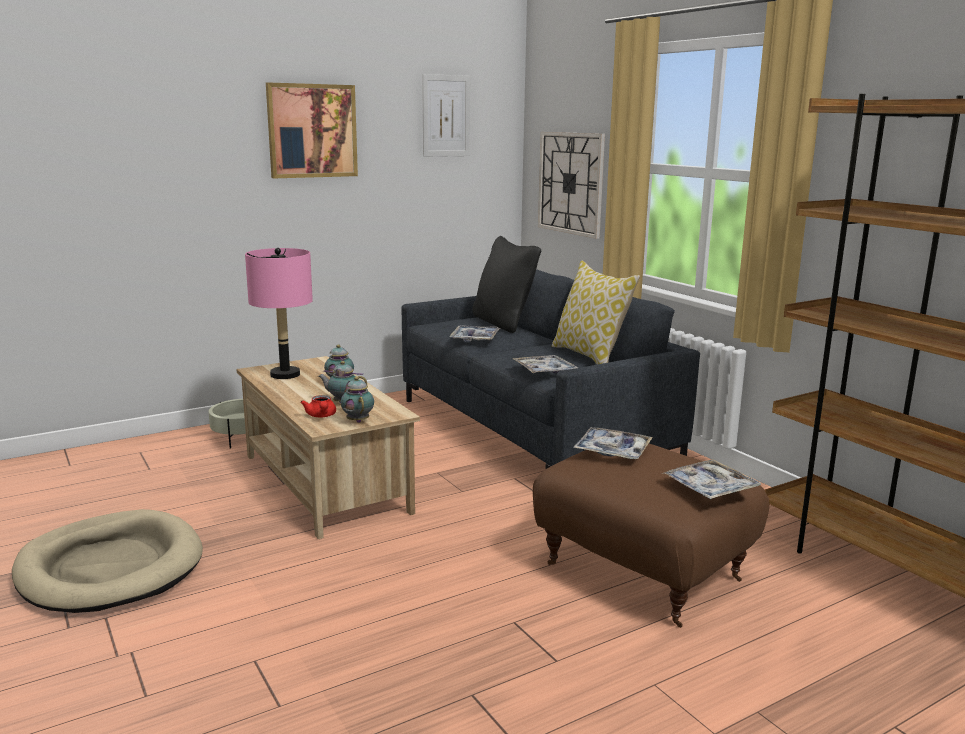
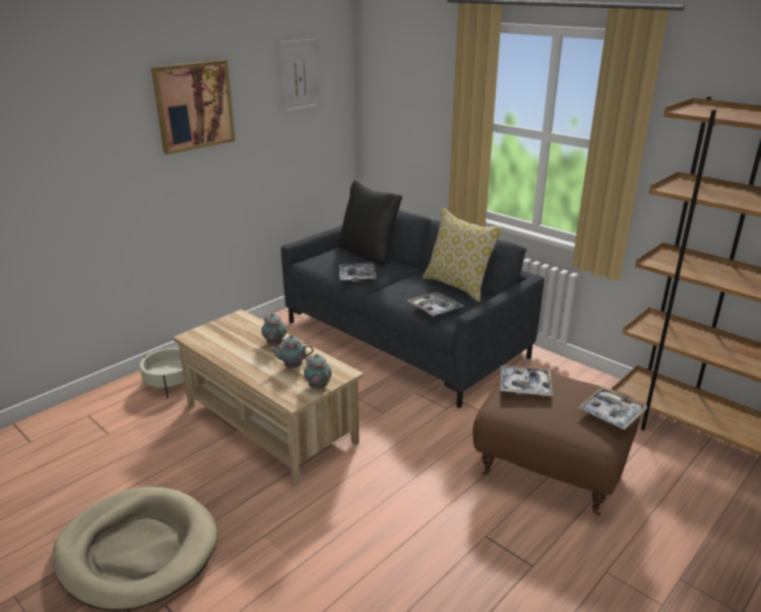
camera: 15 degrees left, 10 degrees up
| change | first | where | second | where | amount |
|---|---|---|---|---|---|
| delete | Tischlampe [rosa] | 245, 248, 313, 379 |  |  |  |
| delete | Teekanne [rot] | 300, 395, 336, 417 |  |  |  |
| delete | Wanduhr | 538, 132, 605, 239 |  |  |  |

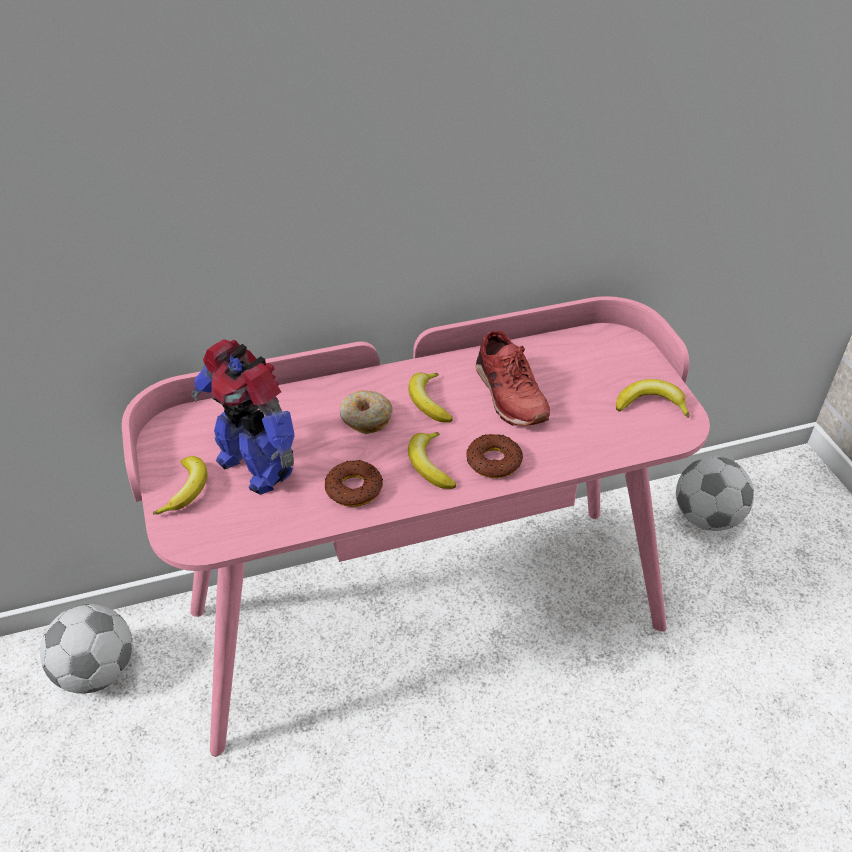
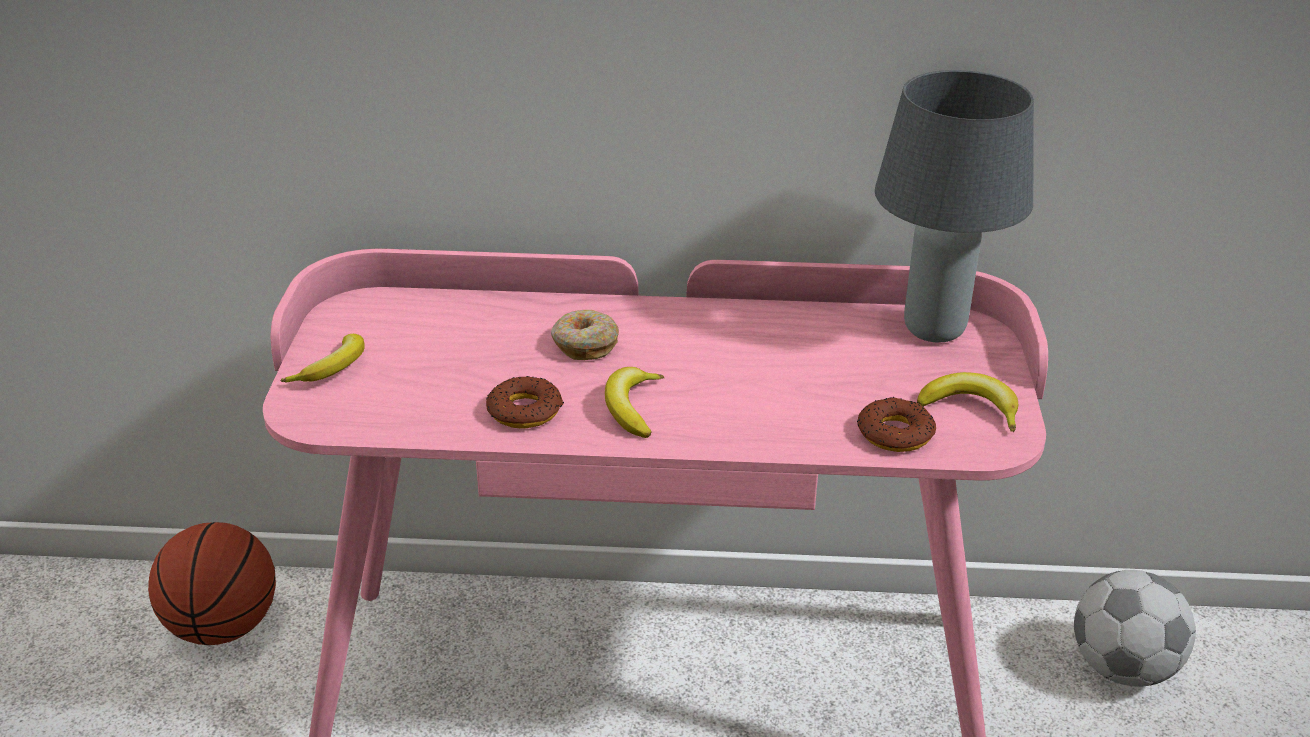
camera: 20 degrees right, 10 degrees down
| change | first | where | second | where | amount |
|---|---|---|---|---|---|
| replace | Fußball | 40, 604, 133, 694 | Basketball | 148, 522, 276, 645 |  |
| delete | Spielzeugroboter | 191, 339, 295, 495 |  |  |  |
| delete | Banane | 408, 373, 453, 423 |  |  |  |
| move | Donut | 466, 434, 523, 478 |  | 857, 397, 936, 452 |  |
| delete | Schuh [rot] | 476, 331, 550, 426 |  |  |  |
| insert |  |  | Tischlampe [grau] | 875, 70, 1034, 342 |  |

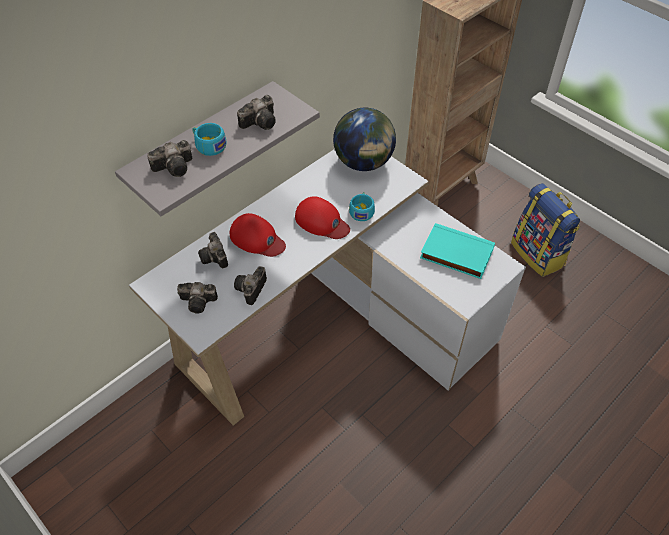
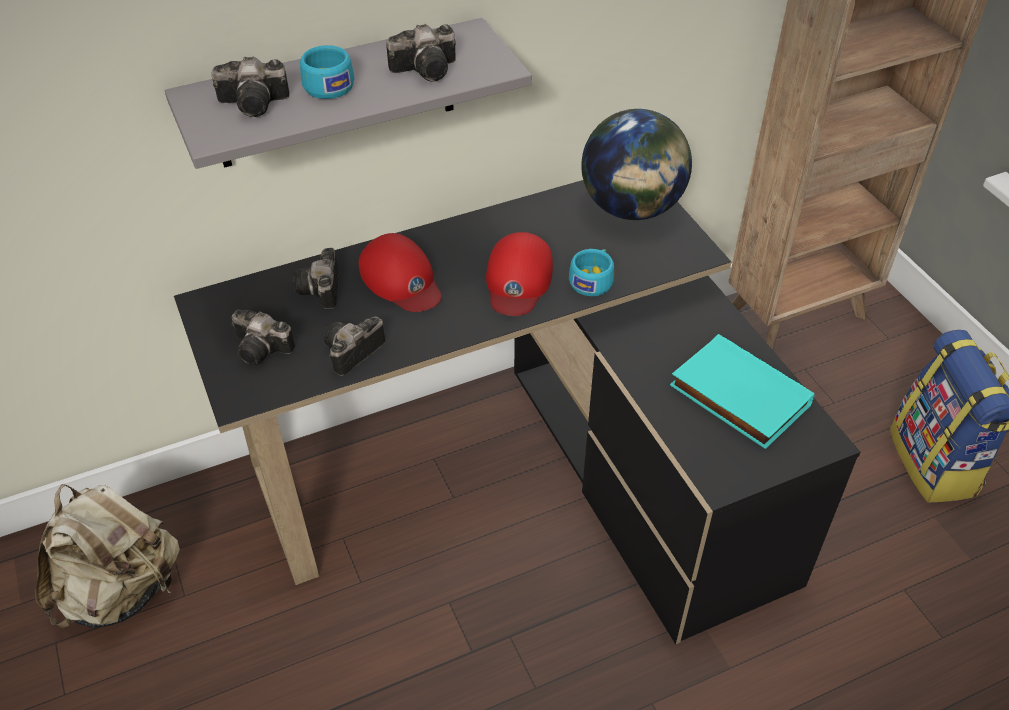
camera: 20 degrees right, 5 degrees down
| change | first | where | second | where | amount |
|---|---|---|---|---|---|
| recolor | Schreibtisch [weiß] | 129, 149, 526, 426 | Schreibtisch [schwarz] | 174, 180, 860, 644 |  |
| rotate | Kappe [rot] | 295, 196, 350, 239 |  | 486, 232, 553, 316 | 45 degrees clockwise |
| insert |  |  | Rucksack [beige] | 35, 484, 180, 628 |  |

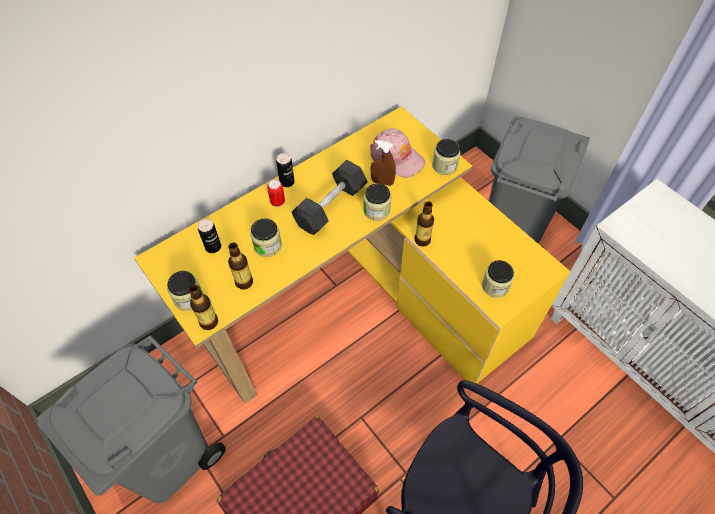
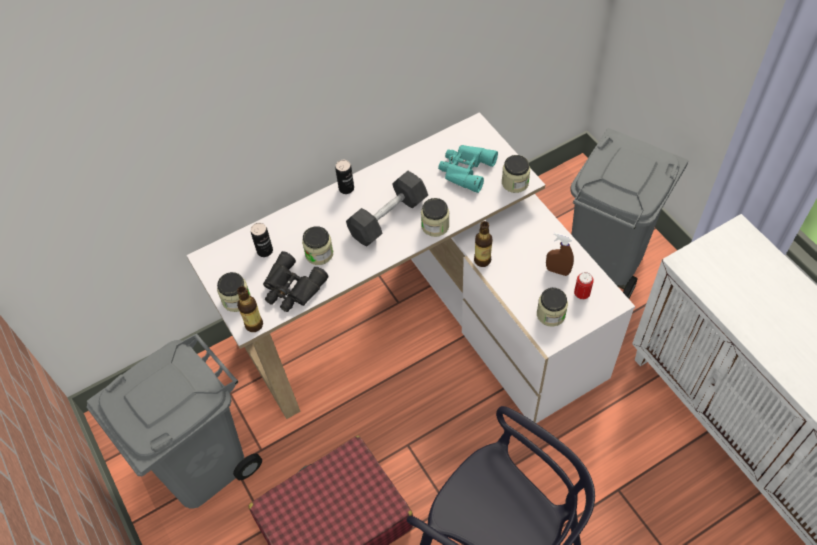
camera: 10 degrees right, 0 degrees up
| change | first | where | second | where | amount |
|---|---|---|---|---|---|
| recolor | Schreibtisch [gelb] | 134, 106, 571, 404 | Schreibtisch [weiß] | 186, 112, 635, 423 |  |
| replace | Flasche | 228, 243, 253, 290 | Fernglas [schwarz] | 263, 251, 328, 312 |  |
| move | Dose | 267, 179, 285, 207 |  | 574, 272, 594, 300 |  |
| replace | Kappe [rosa] | 370, 128, 425, 178 | Fernglas [türkis] | 438, 145, 498, 193 |  |
| move | Sprühflasche [braun] | 371, 140, 396, 186 |  | 546, 232, 574, 276 |  |

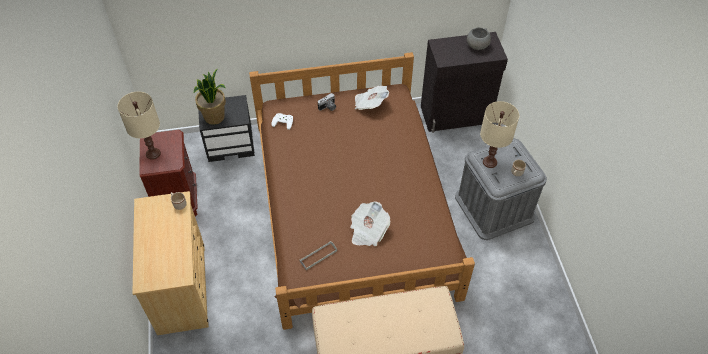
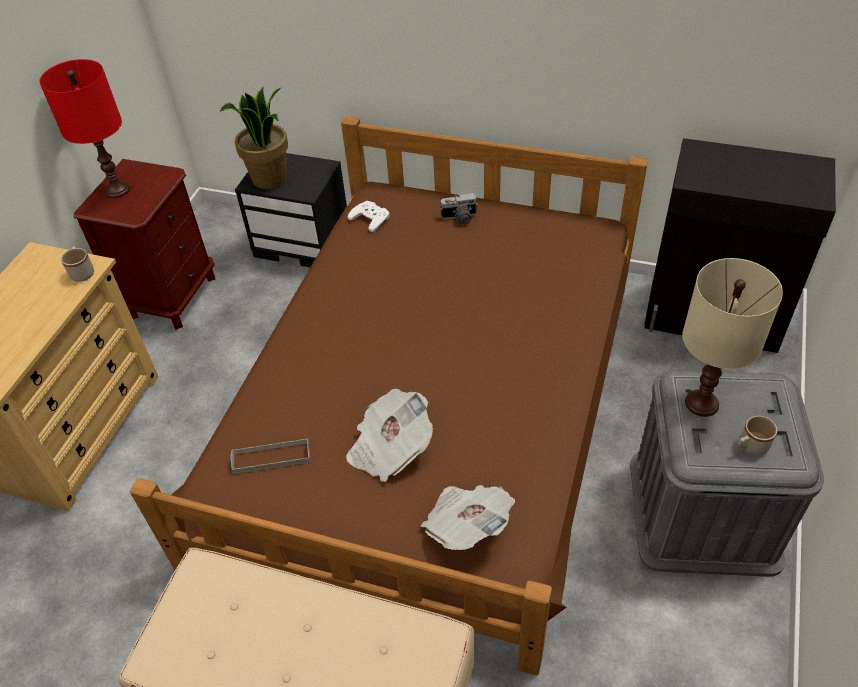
camera: 30 degrees right, 5 degrees down
| change | first | where | second | where | amount |
|---|---|---|---|---|---|
| recolor | Tischlampe [beige] | 117, 92, 161, 160 | Tischlampe [rot] | 39, 59, 130, 198 |  |
| move | Zeitung | 355, 86, 389, 110 |  | 421, 485, 515, 550 |  |
| delete | Schüssel [grau] | 467, 28, 491, 50 |  |  |  |

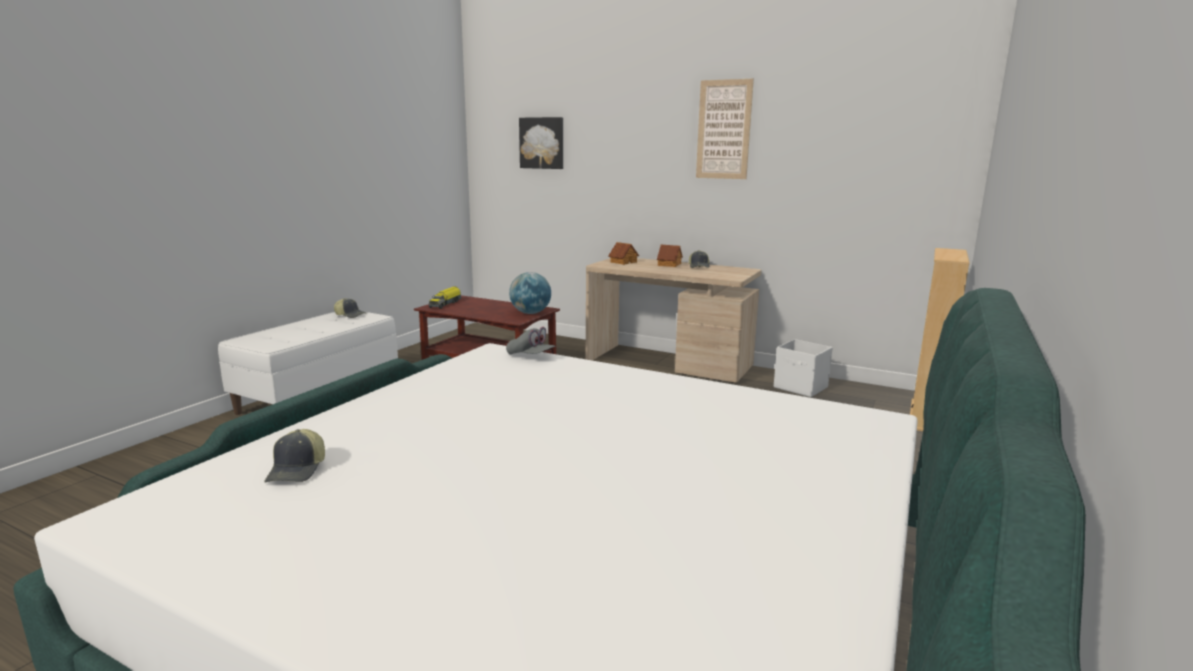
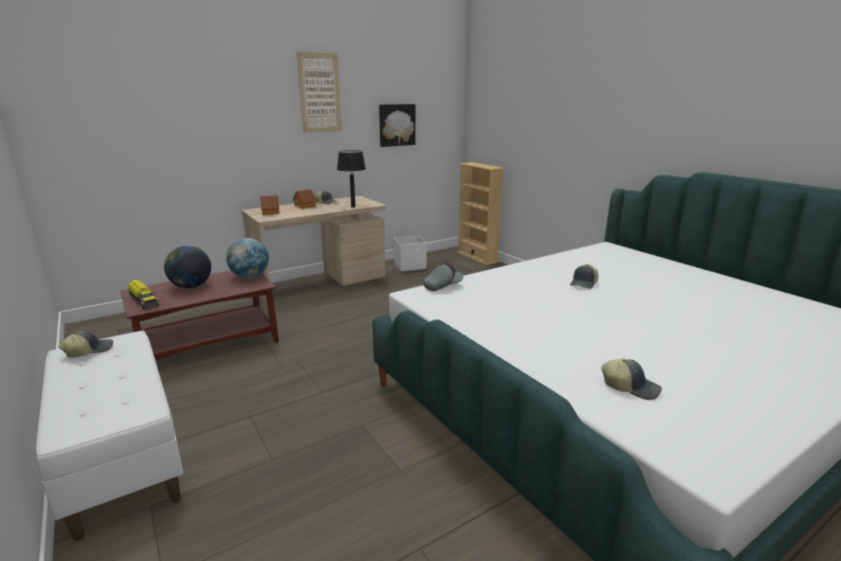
camera: 60 degrees left, 5 degrees up
| change | first | where | second | where | amount |
|---|---|---|---|---|---|
| move | Bild | 519, 117, 563, 169 |  | 379, 104, 416, 147 |  |
| insert |  |  | Globus | 164, 246, 211, 288 |  |
| insert |  |  | Tischlampe [schwarz] | 337, 150, 366, 207 |  |
| insert |  |  | Kappe | 570, 264, 598, 289 |  |

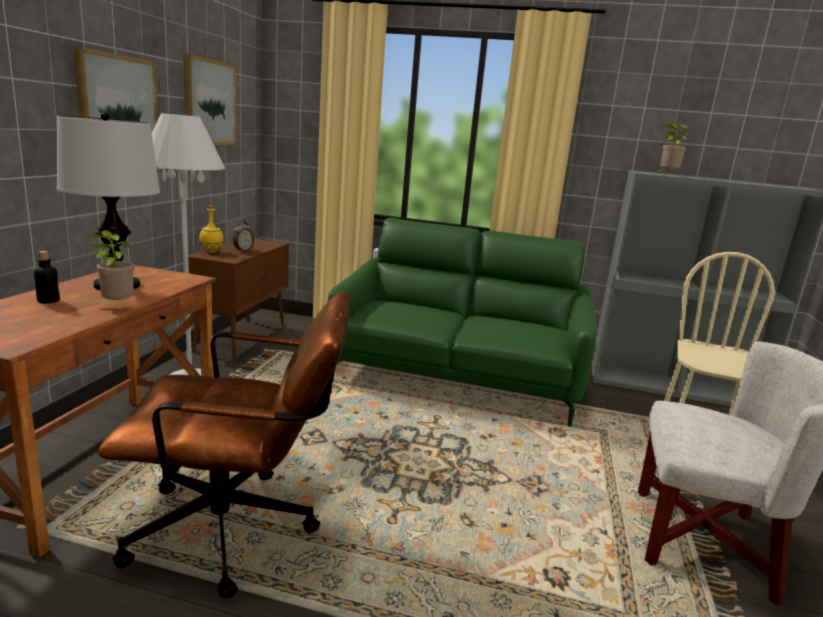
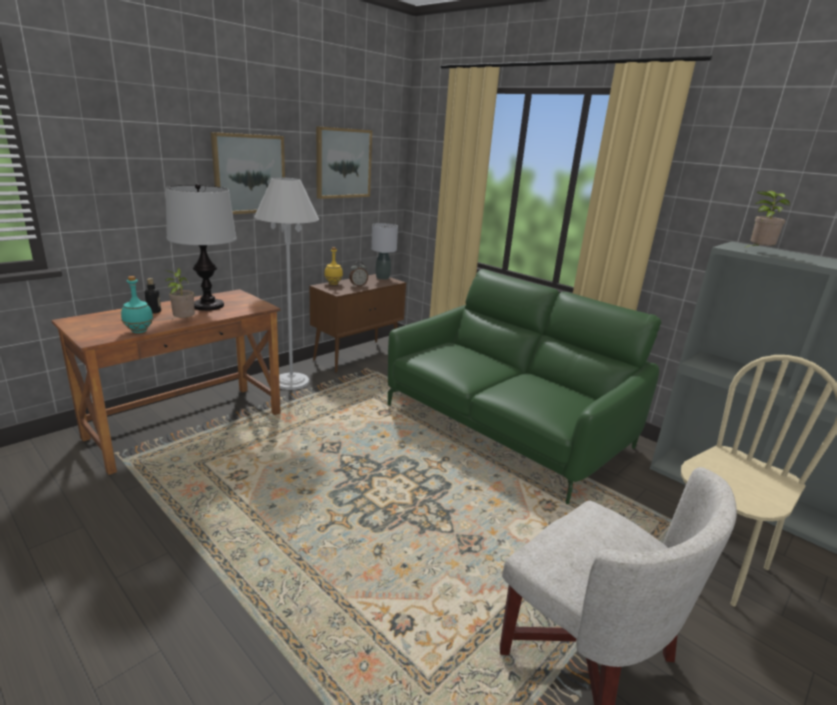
camera: 30 degrees right, 5 degrees up
| change | first | where | second | where | amount |
|---|---|---|---|---|---|
| delete | Bürostuhl [braun] | 98, 291, 350, 598 |  |  |  |
| insert |  |  | Flasche [türkis] | 121, 276, 153, 333 |  |
| insert |  |  | Tischlampe [grau] | 371, 223, 398, 280 |  |

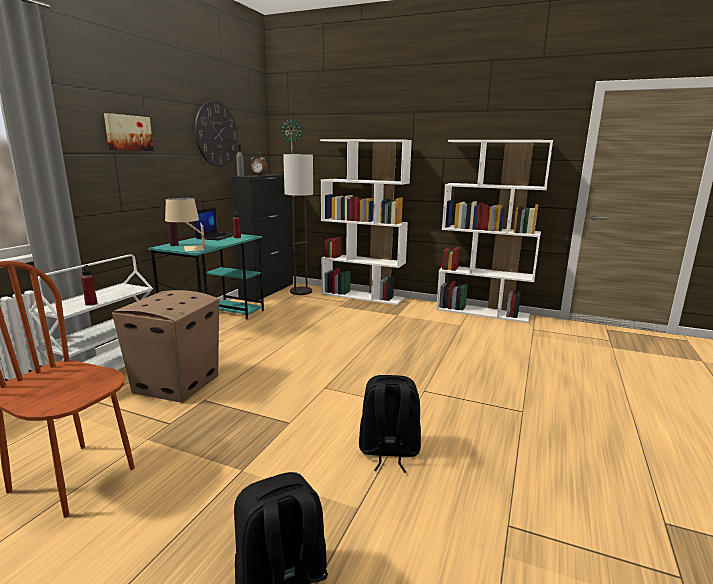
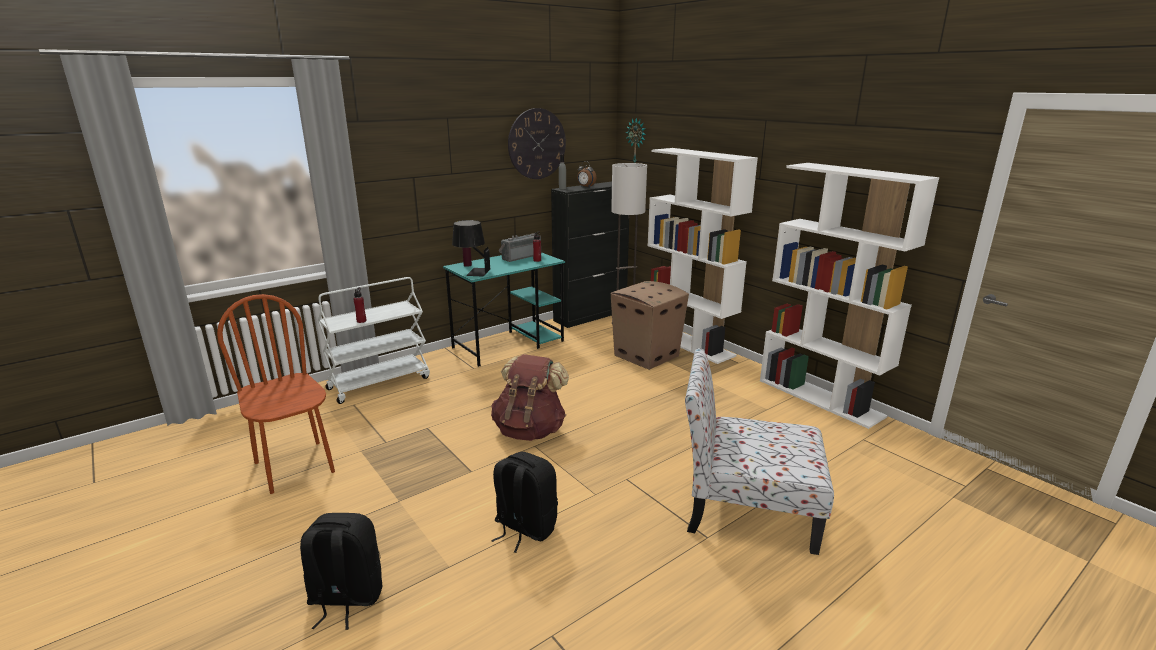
camera: 30 degrees right, 5 degrees up
| change | first | where | second | where | amount |
|---|---|---|---|---|---|
| delete | Bild | 104, 113, 153, 151 |  |  |  |
| move | Karton | 112, 290, 219, 403 |  | 611, 281, 689, 370 |  |
| recolor | Tischlampe [beige] | 165, 198, 205, 251 | Tischlampe [schwarz] | 452, 220, 491, 277 |  |
| replace | Laptop | 194, 208, 233, 240 | Radio | 499, 233, 541, 262 |  |
| insert |  |  | Rucksack [braun] | 491, 354, 569, 441 |  |
| insert |  |  | Stuhl | 685, 348, 834, 555 |  |

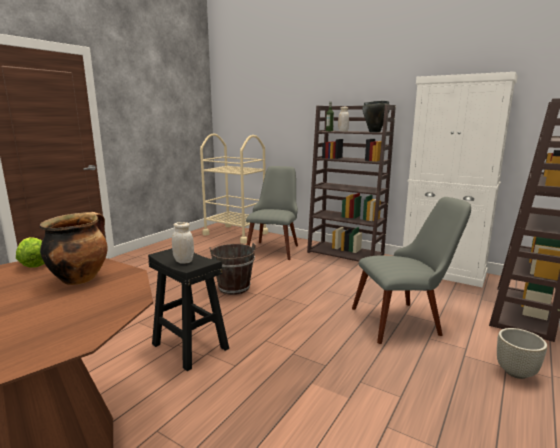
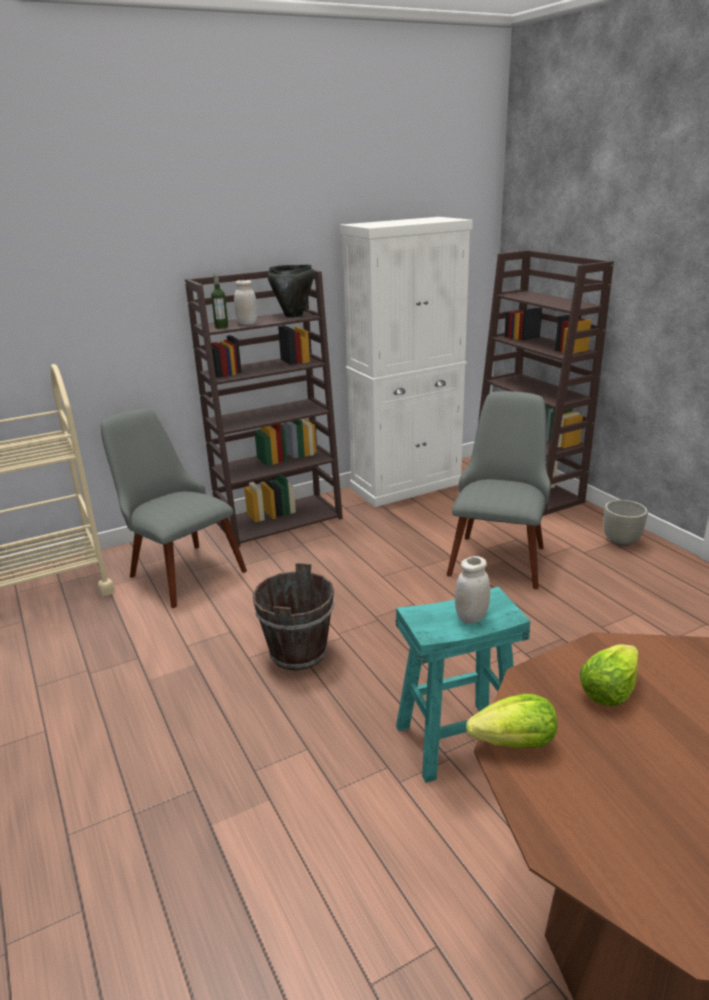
camera: 60 degrees left, 10 degrees up
| change | first | where | second | where | amount |
|---|---|---|---|---|---|
| replace | Kochtopf | 40, 212, 108, 285 | Salatkopf | 580, 644, 639, 706 |  |
| recolor | Hocker [schwarz] | 148, 248, 229, 371 | Hocker [türkis] | 396, 586, 530, 783 |  |

